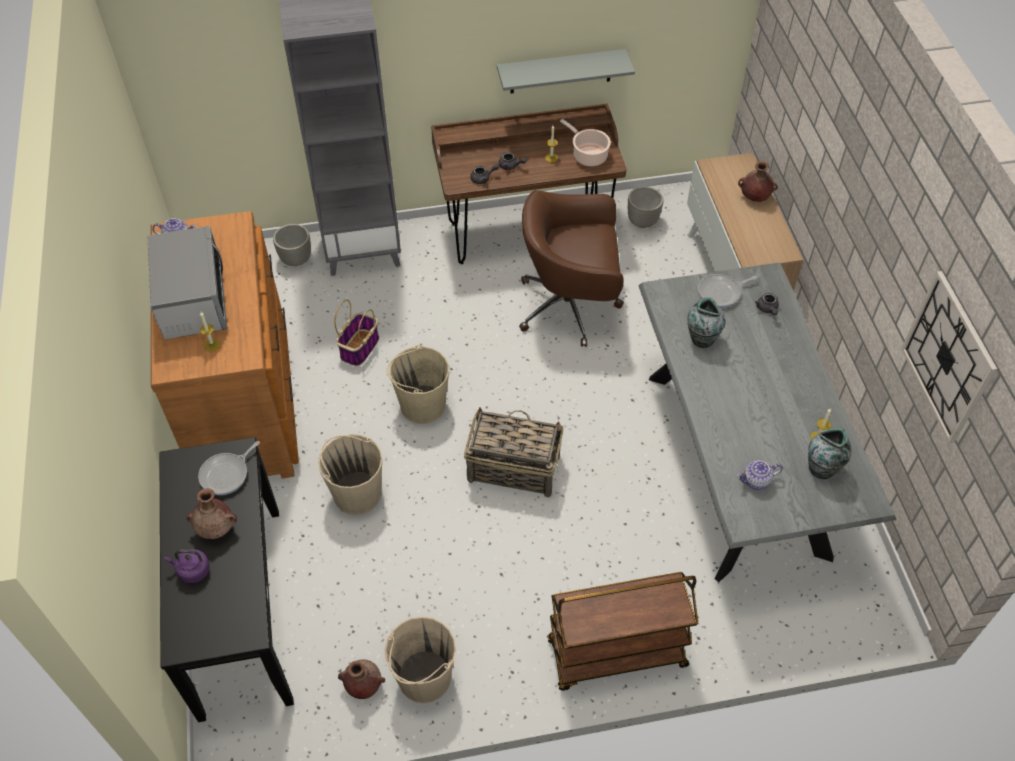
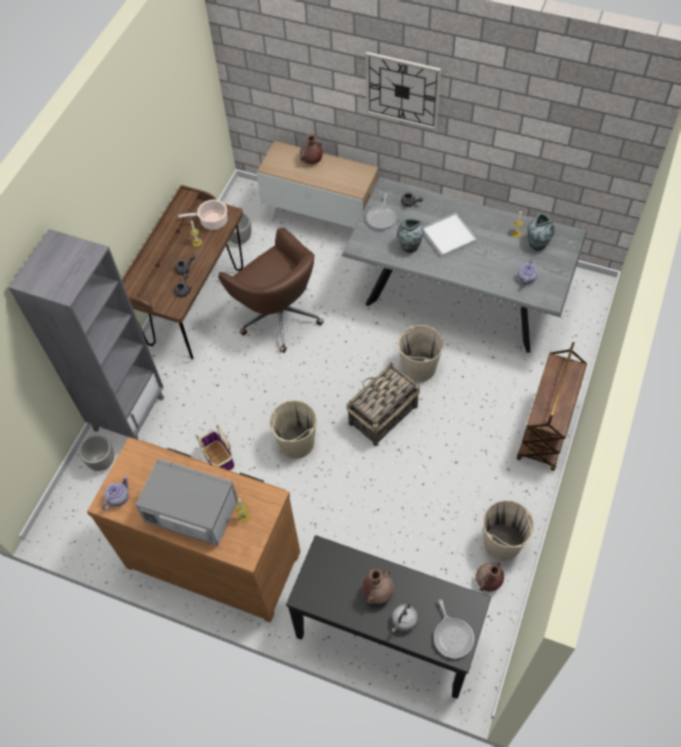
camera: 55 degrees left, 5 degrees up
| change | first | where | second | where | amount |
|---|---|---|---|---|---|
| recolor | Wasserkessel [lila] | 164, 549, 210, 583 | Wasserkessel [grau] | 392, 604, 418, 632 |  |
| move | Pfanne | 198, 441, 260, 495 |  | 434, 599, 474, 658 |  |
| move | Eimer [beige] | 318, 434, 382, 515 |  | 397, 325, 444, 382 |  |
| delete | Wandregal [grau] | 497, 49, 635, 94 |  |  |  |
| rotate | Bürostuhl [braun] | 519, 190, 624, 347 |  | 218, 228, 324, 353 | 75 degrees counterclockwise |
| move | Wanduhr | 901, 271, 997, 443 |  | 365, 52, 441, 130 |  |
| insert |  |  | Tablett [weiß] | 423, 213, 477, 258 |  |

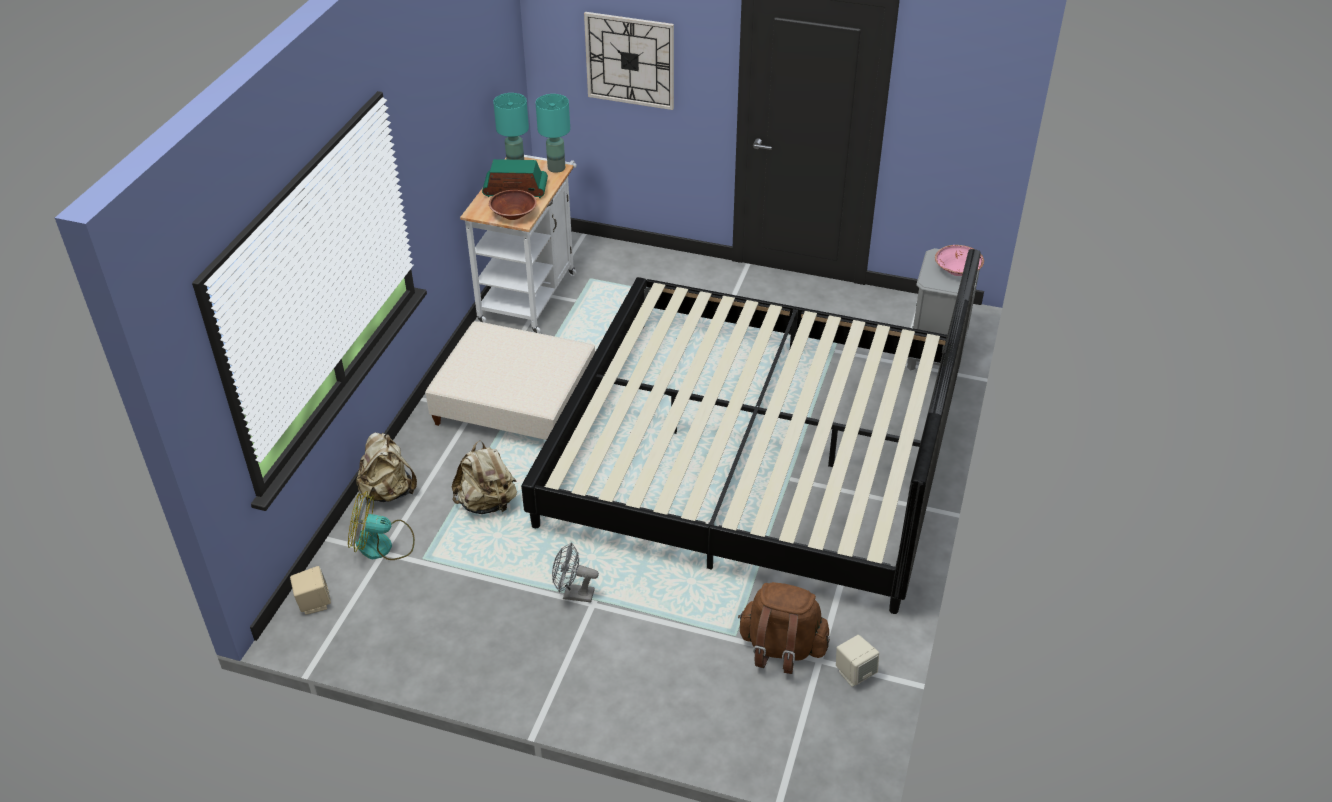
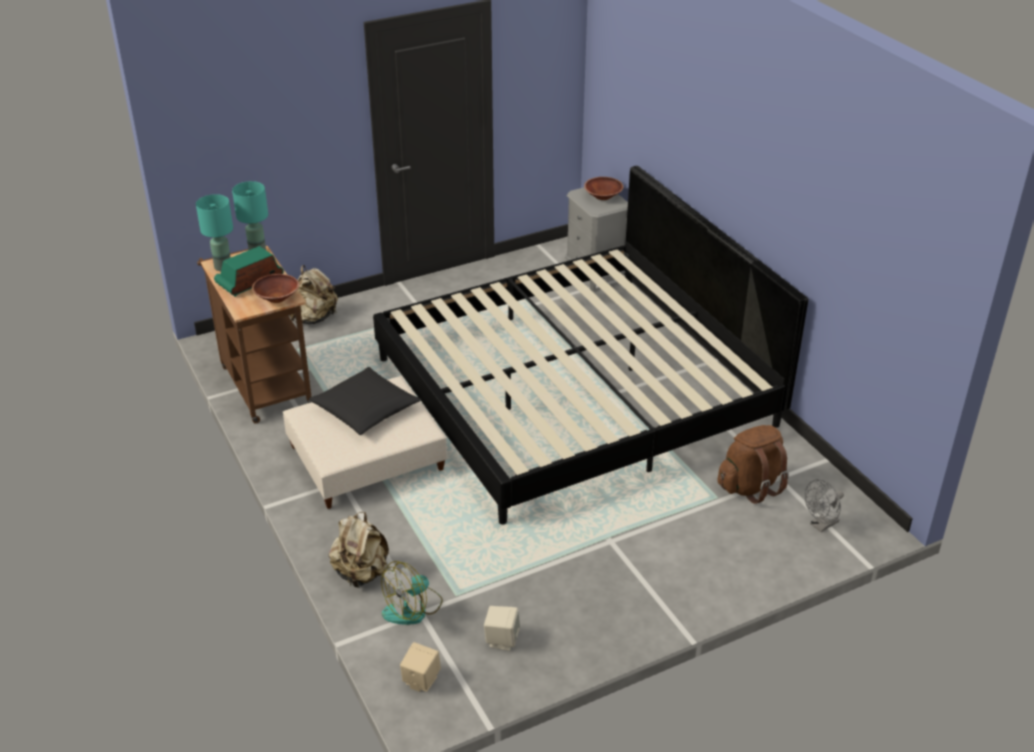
camera: 45 degrees left, 5 degrees down
| change | first | where | second | where | amount |
|---|---|---|---|---|---|
| move | Rucksack [beige] | 452, 440, 517, 514 |  | 289, 265, 338, 324 |  |
| recolor | Rollwagen [weiß] | 460, 155, 577, 333 | Rollwagen [braun] | 197, 246, 312, 424 |  |
| move | Ventilator [grau] | 552, 542, 599, 602 |  | 805, 479, 844, 532 |  |
| delete | Wanduhr | 584, 12, 674, 110 |  |  |  |
| move | Lautsprecher [beige] | 836, 635, 879, 687 |  | 484, 606, 520, 651 |  |
| recolor | Schüssel [rosa] | 935, 245, 984, 276 | Schüssel [braun] | 584, 177, 623, 200 |  |
| insert |  |  | Kissen [schwarz] | 309, 367, 421, 435 |  |

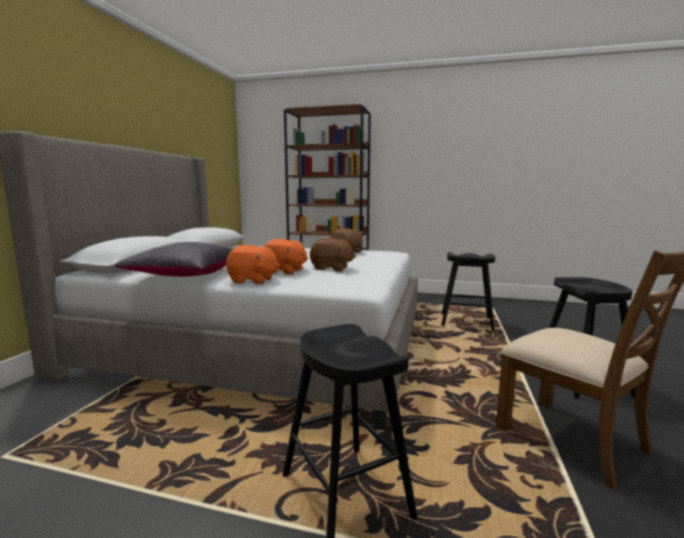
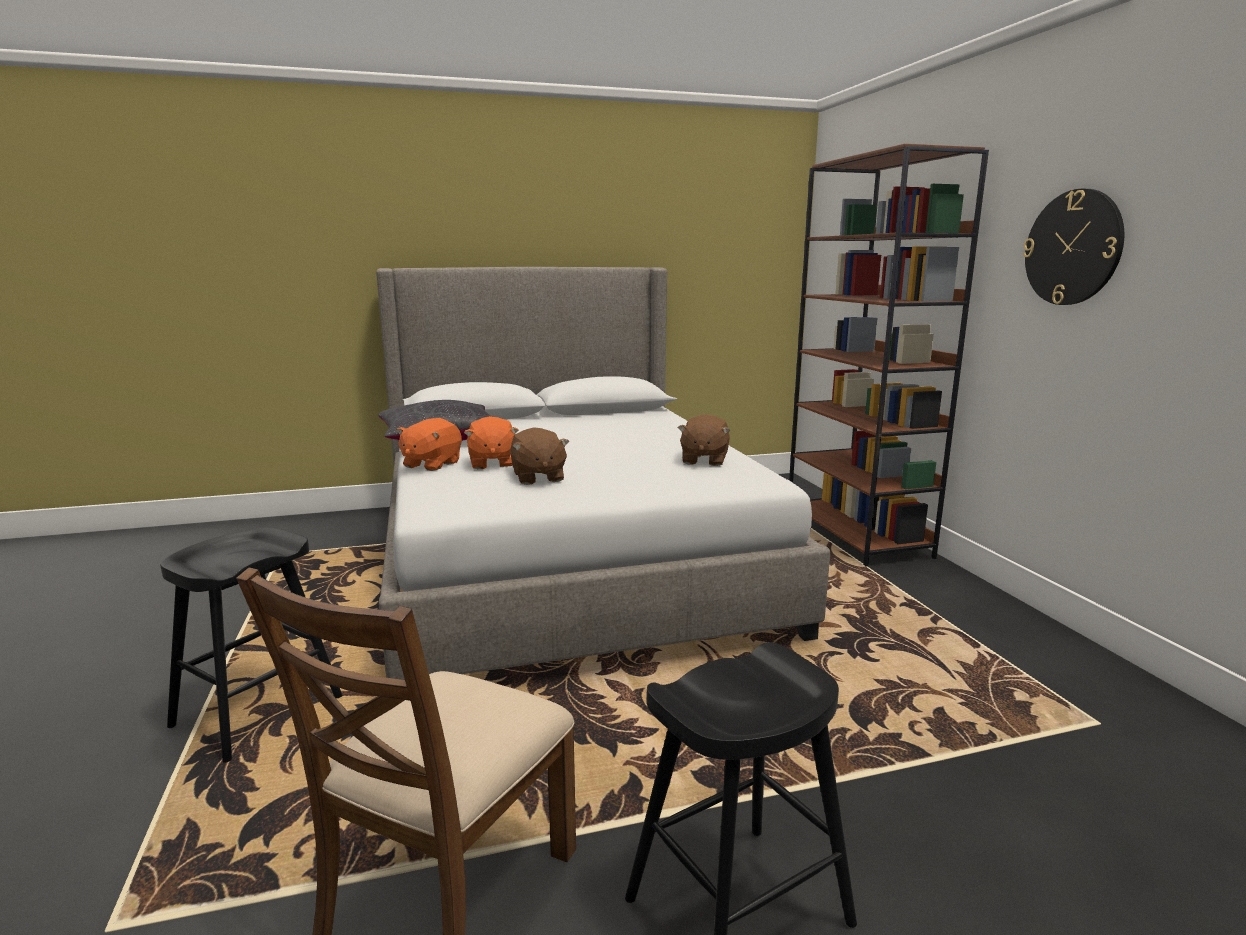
camera: 60 degrees right, 5 degrees up
| change | first | where | second | where | amount |
|---|---|---|---|---|---|
| rotate | Plüschtier [orange] | 226, 245, 280, 284 |  | 396, 418, 462, 471 | 45 degrees clockwise |
| delete | Hocker [schwarz] | 441, 252, 495, 330 |  |  |  |
| insert |  |  | Wanduhr | 1023, 189, 1124, 305 |  |

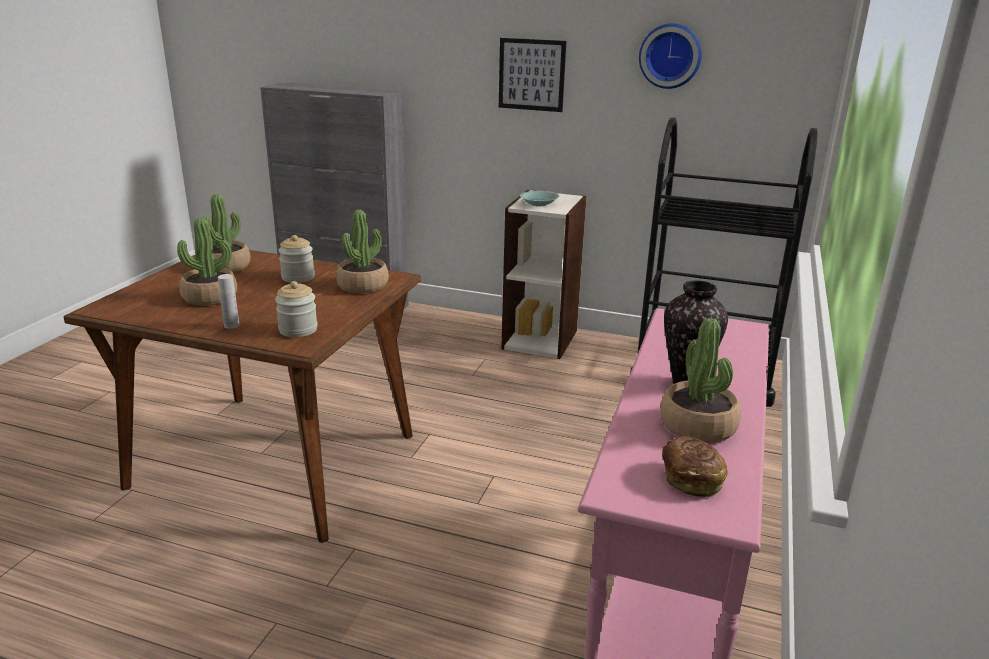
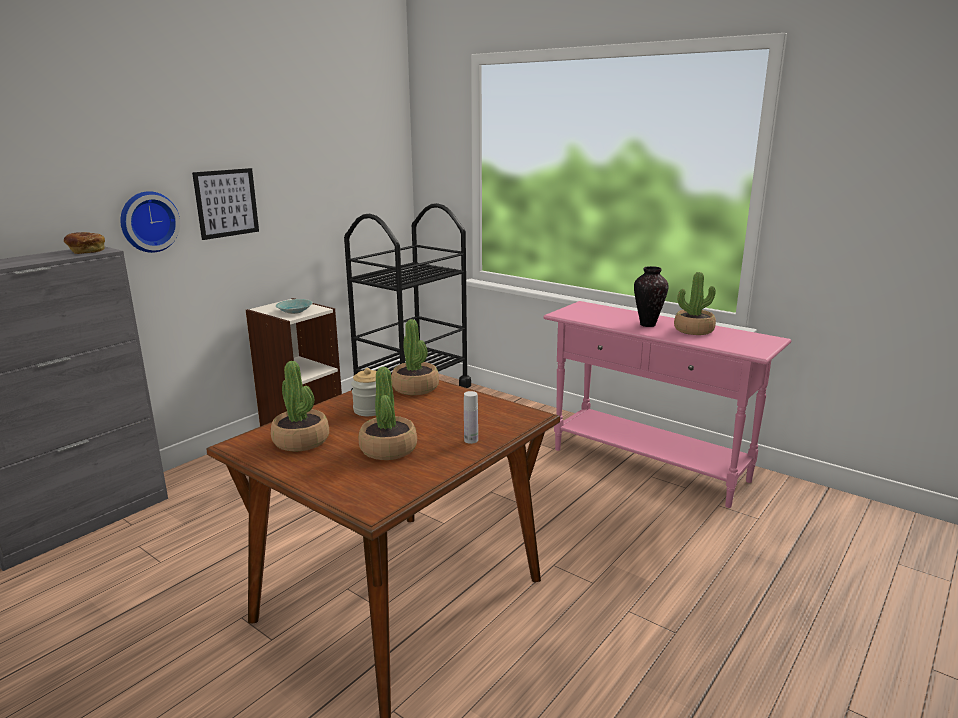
camera: 70 degrees left, 5 degrees down
| change | first | where | second | where | amount |
|---|---|---|---|---|---|
| delete | Vorratsglas | 275, 281, 318, 337 |  |  |  |
| move | Wanduhr | 639, 23, 702, 89 |  | 120, 191, 180, 253 |  |
| move | Brot | 662, 436, 728, 497 |  | 63, 232, 105, 254 |  |

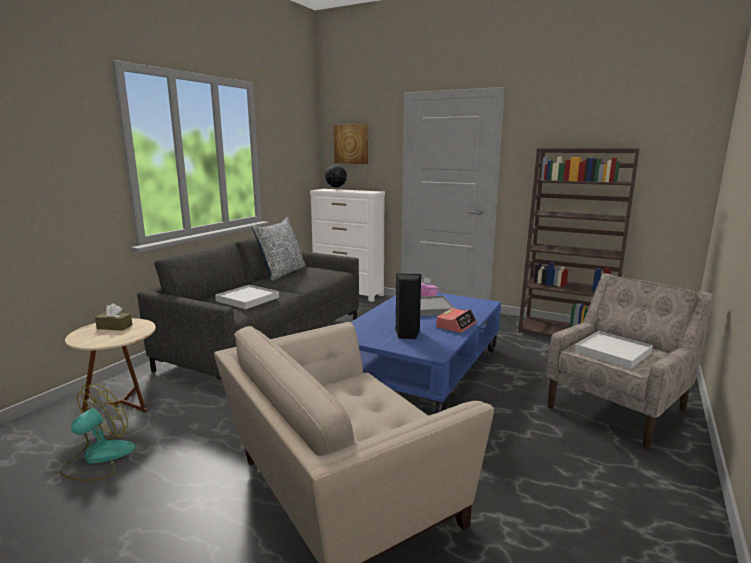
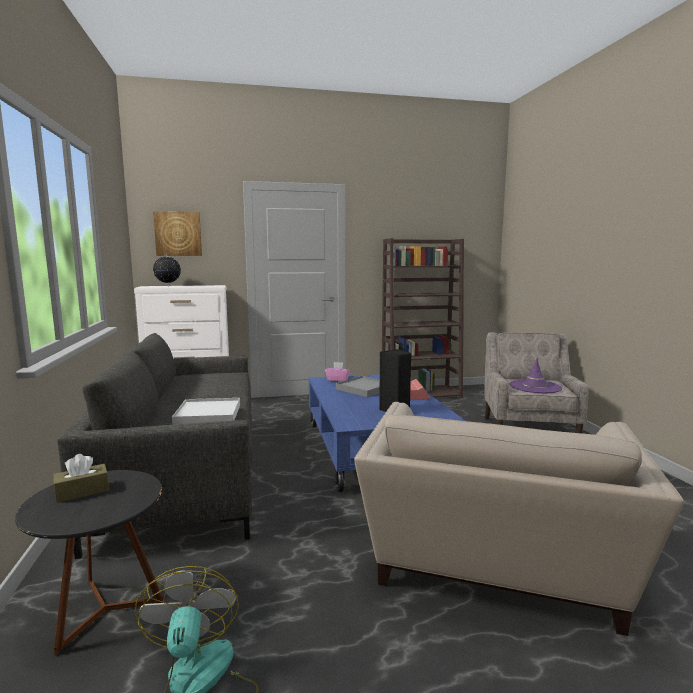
camera: 40 degrees left, 5 degrees down
| change | first | where | second | where | amount |
|---|---|---|---|---|---|
| recolor | Beistelltisch [beige] | 65, 318, 156, 413 | Beistelltisch [schwarz] | 15, 470, 163, 656 |  |
| delete | Kissen | 251, 217, 306, 281 |  |  |  |
| replace | Tablett [weiß] | 575, 331, 653, 369 | Hut [lila] | 510, 358, 562, 393 |  |

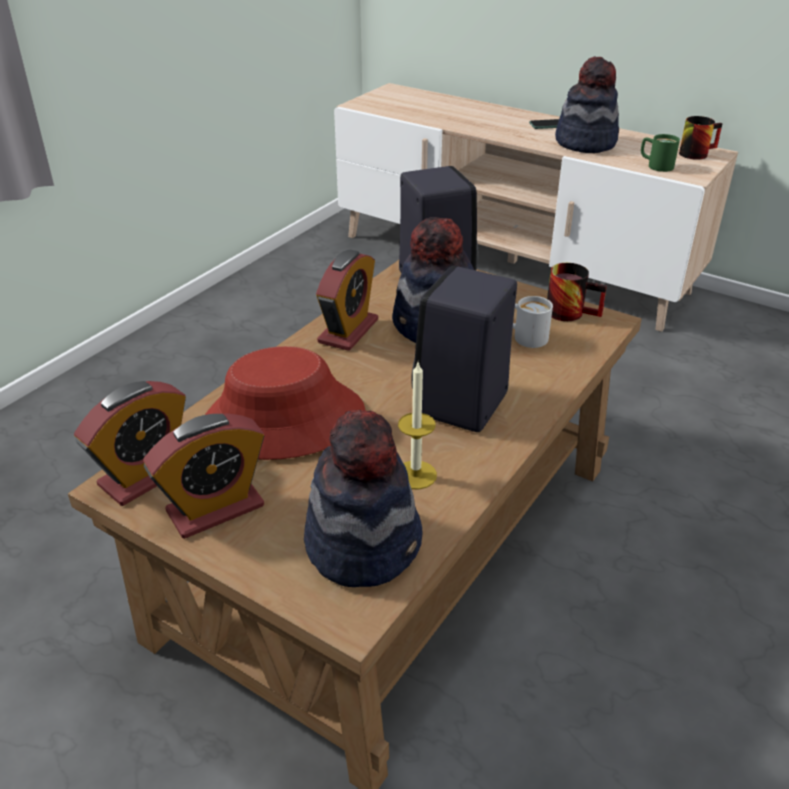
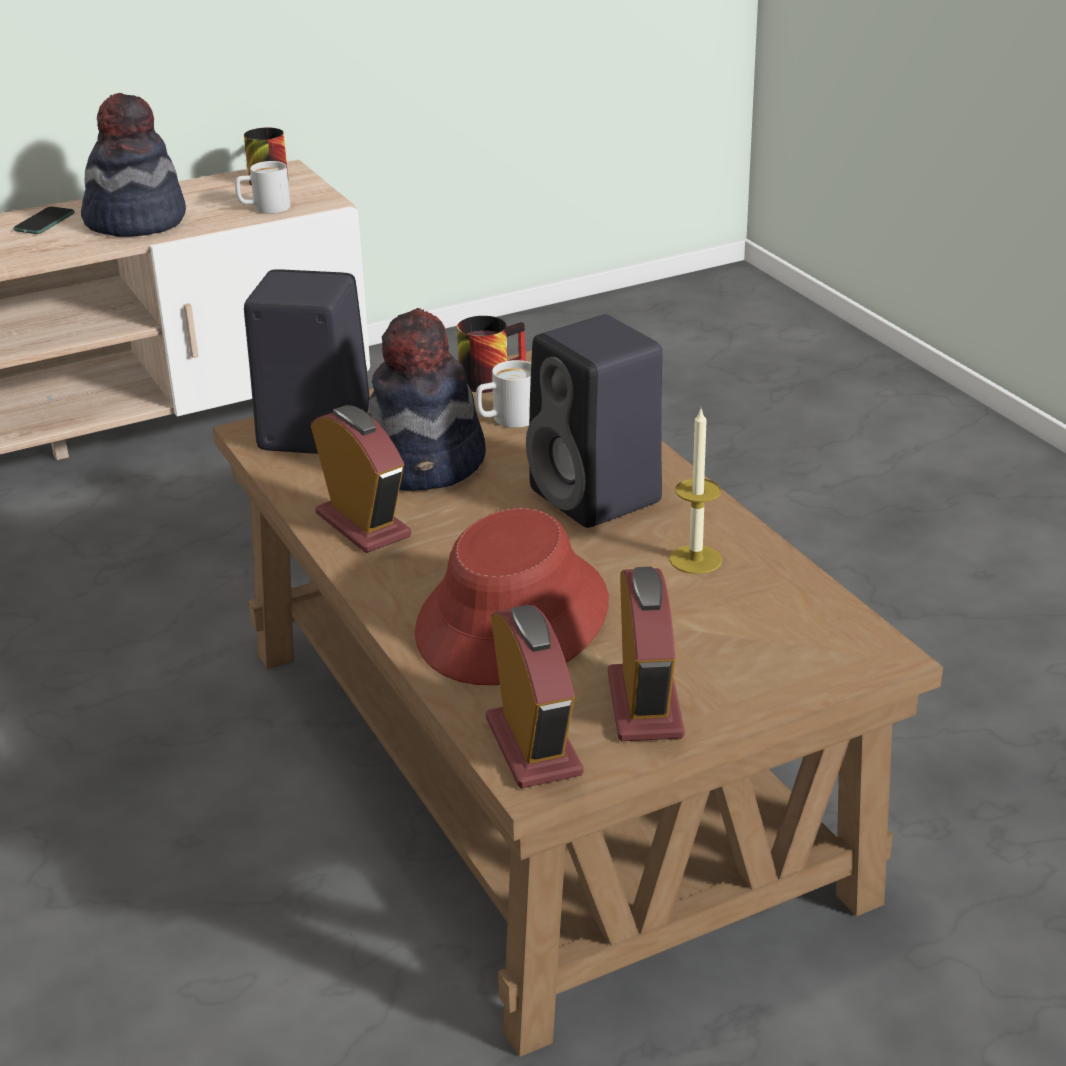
camera: 60 degrees left, 5 degrees down
| change | first | where | second | where | amount |
|---|---|---|---|---|---|
| delete | Hut | 304, 410, 423, 587 |  |  |  |
| recolor | Henkelbecher [grün] | 641, 134, 680, 172 | Henkelbecher [weiß] | 235, 161, 290, 214 |  |

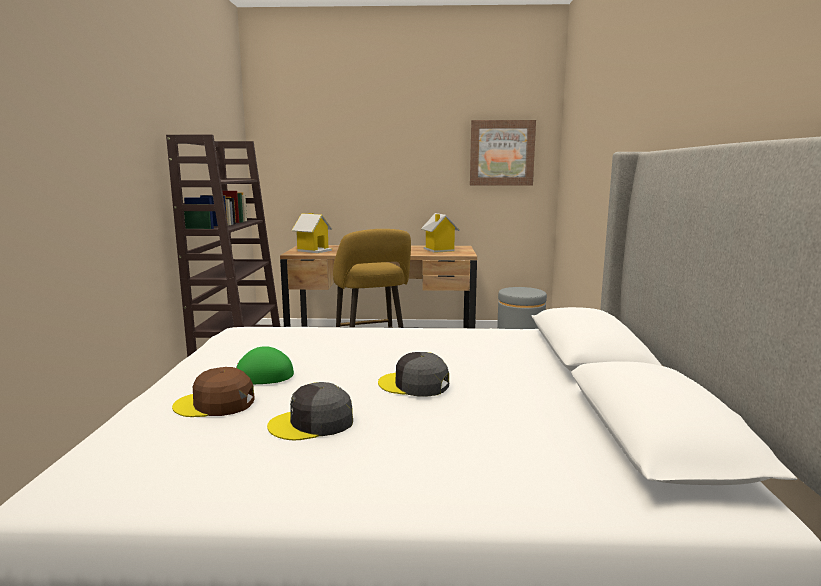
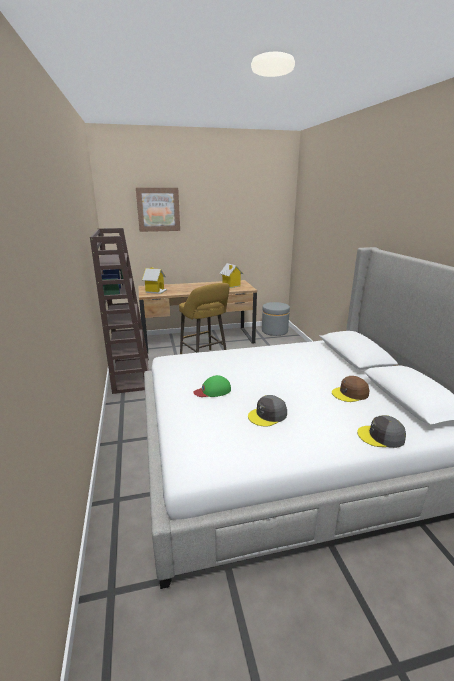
camera: 15 degrees left, 10 degrees up
| change | first | where | second | where | amount |
|---|---|---|---|---|---|
| move | Kappe [braun] | 172, 367, 255, 417 |  | 332, 376, 369, 402 |  |
| move | Kappe [grau] | 378, 352, 449, 397 |  | 357, 415, 406, 448 |  |
| move | Bild | 470, 120, 536, 185 |  | 136, 188, 180, 232 |  |

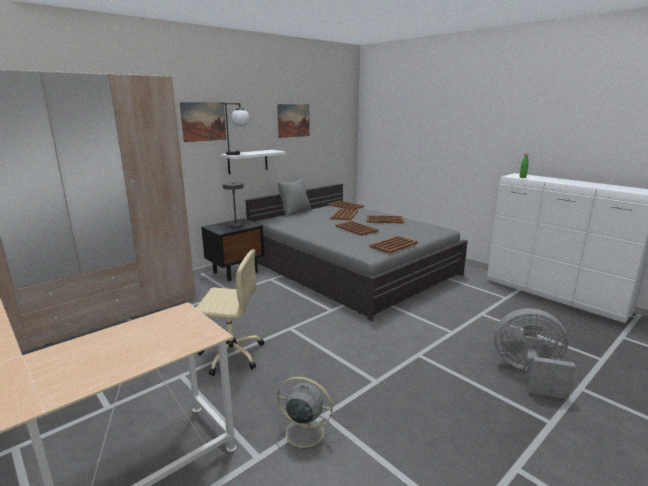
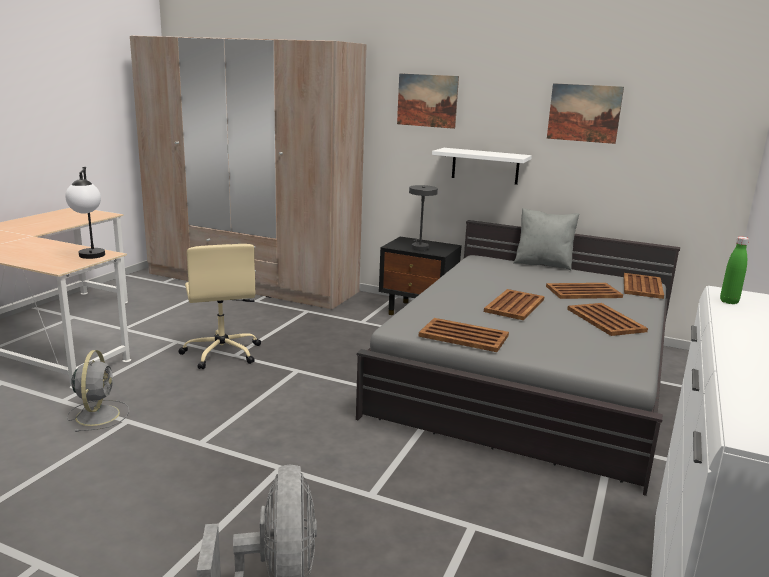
camera: 65 degrees right, 0 degrees up
| change | first | where | second | where | amount |
|---|---|---|---|---|---|
| move | Tischlampe | 220, 103, 249, 155 |  | 65, 167, 105, 259 |  |

